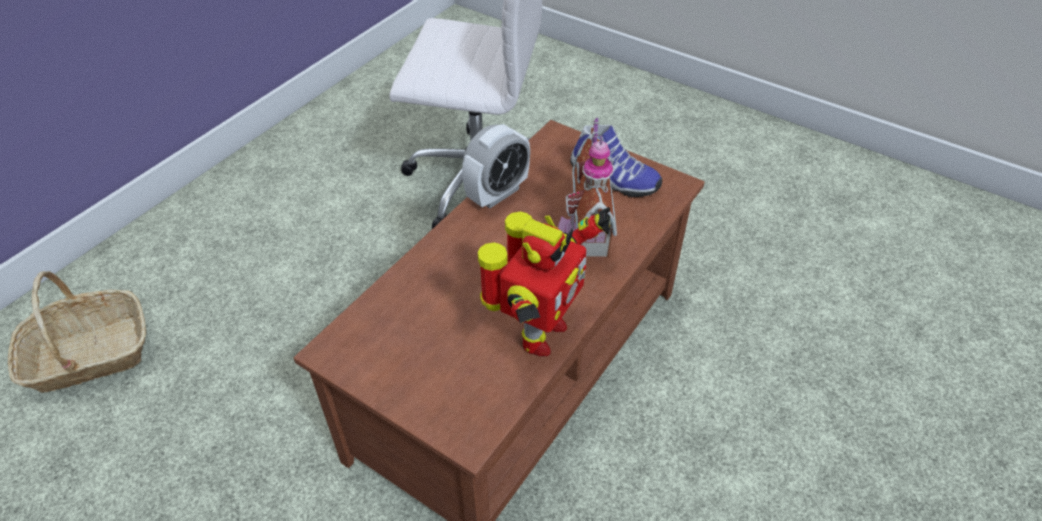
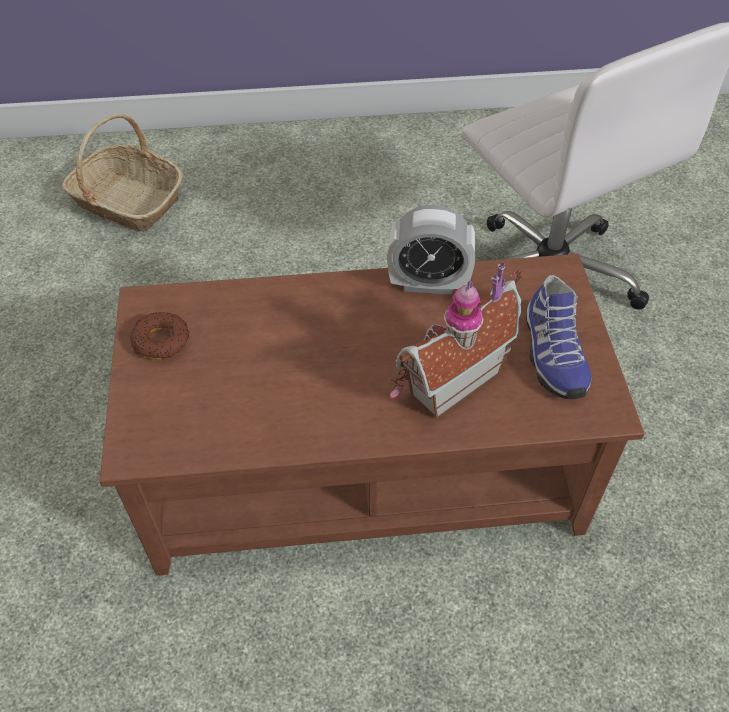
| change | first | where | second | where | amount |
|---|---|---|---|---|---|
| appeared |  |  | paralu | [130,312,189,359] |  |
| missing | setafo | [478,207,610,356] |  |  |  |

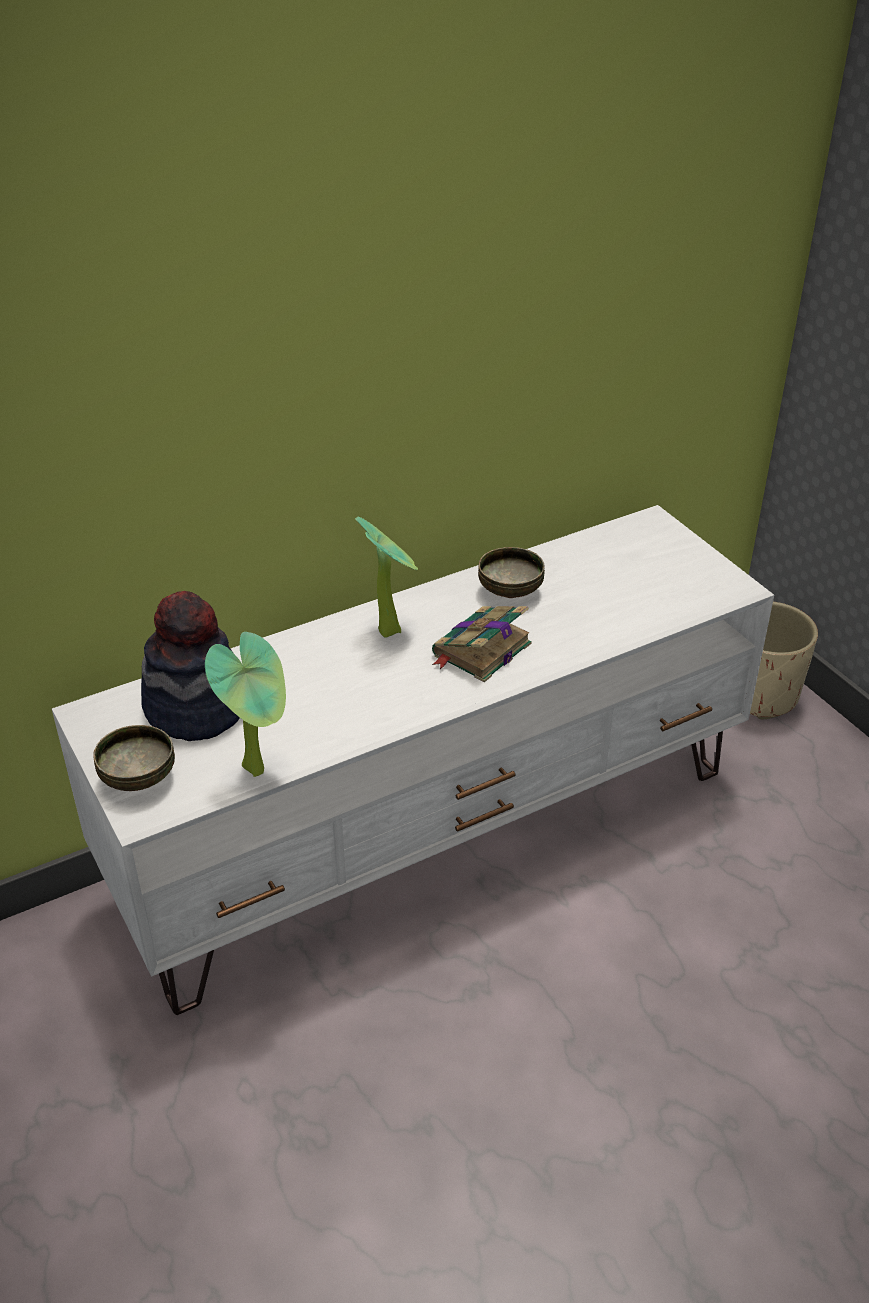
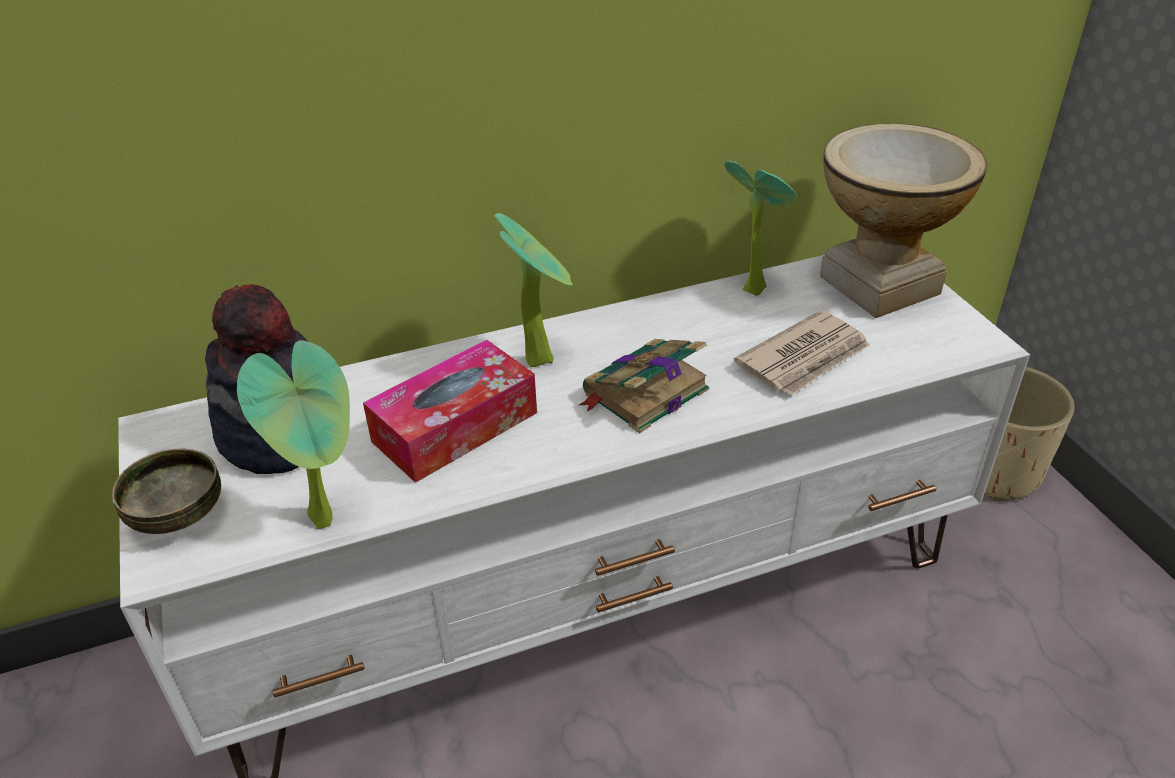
| change | first | where | second | where | amount |
|---|---|---|---|---|---|
| appeared |  |  | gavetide | [363,340,537,483] |  |
| appeared |  |  | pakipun | [725,161,797,296] |  |
| appeared |  |  | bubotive | [734,310,869,396] |  |
| appeared |  |  | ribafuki | [820,123,987,318] |  |
| missing | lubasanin | [478,547,545,598] |  |  |  |

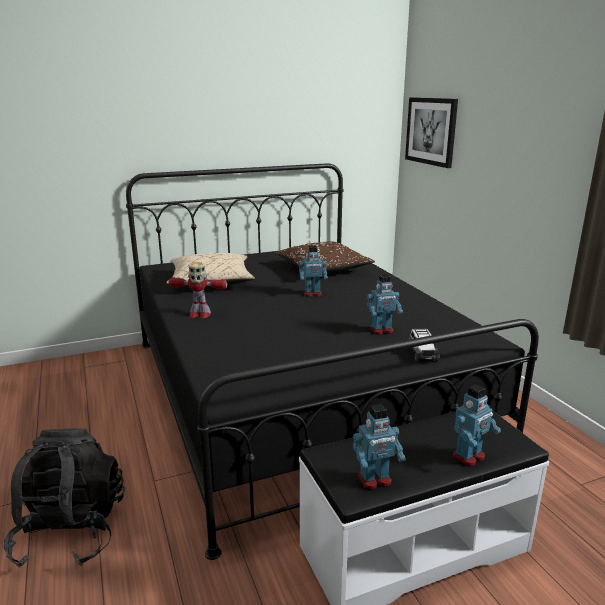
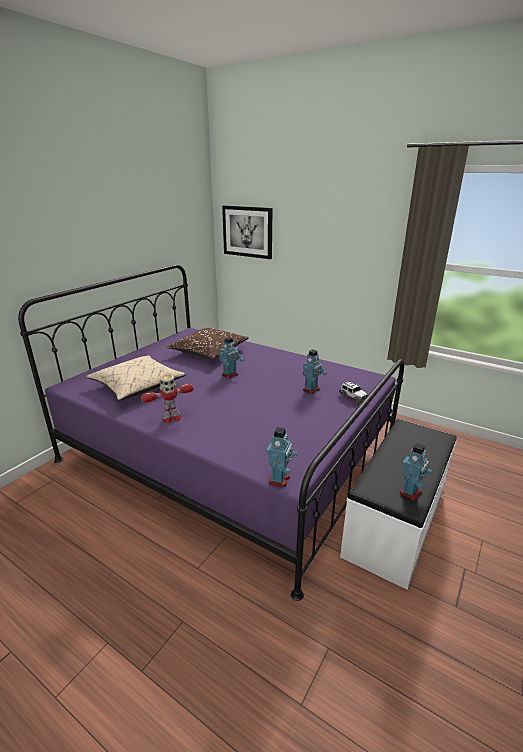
| change | first | where | second | where | amount |
|---|---|---|---|---|---|
| colour | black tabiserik | [126,163,539,560] | purple tabiserik | [18,264,404,601] |  |
| relocated | setafo | [453,384,501,467] |  | [266,427,297,488] |  |
| missing | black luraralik | [4,429,125,567] |  |  |  |

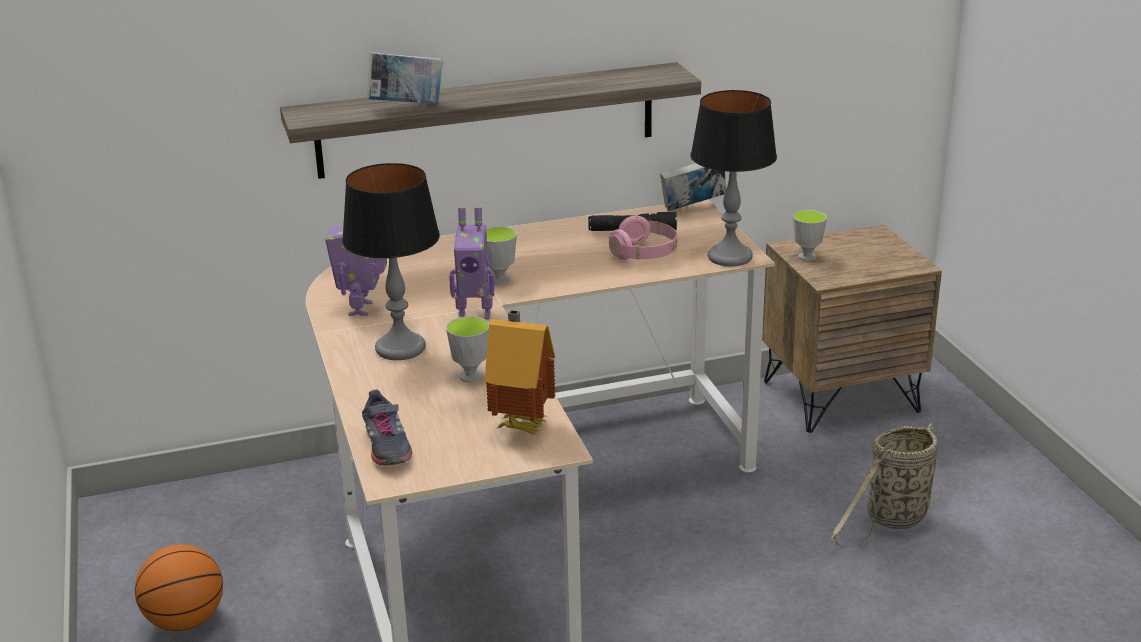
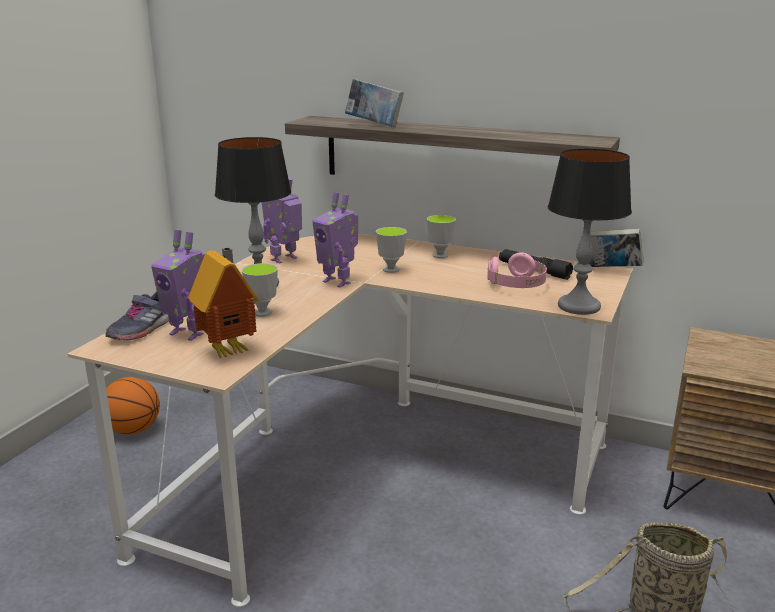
| change | first | where | second | where | amount |
|---|---|---|---|---|---|
| appeared |  |  | setafo | [151,229,205,341] |  |
| relocated | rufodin | [793,210,827,261] |  | [427,215,456,258] |  |

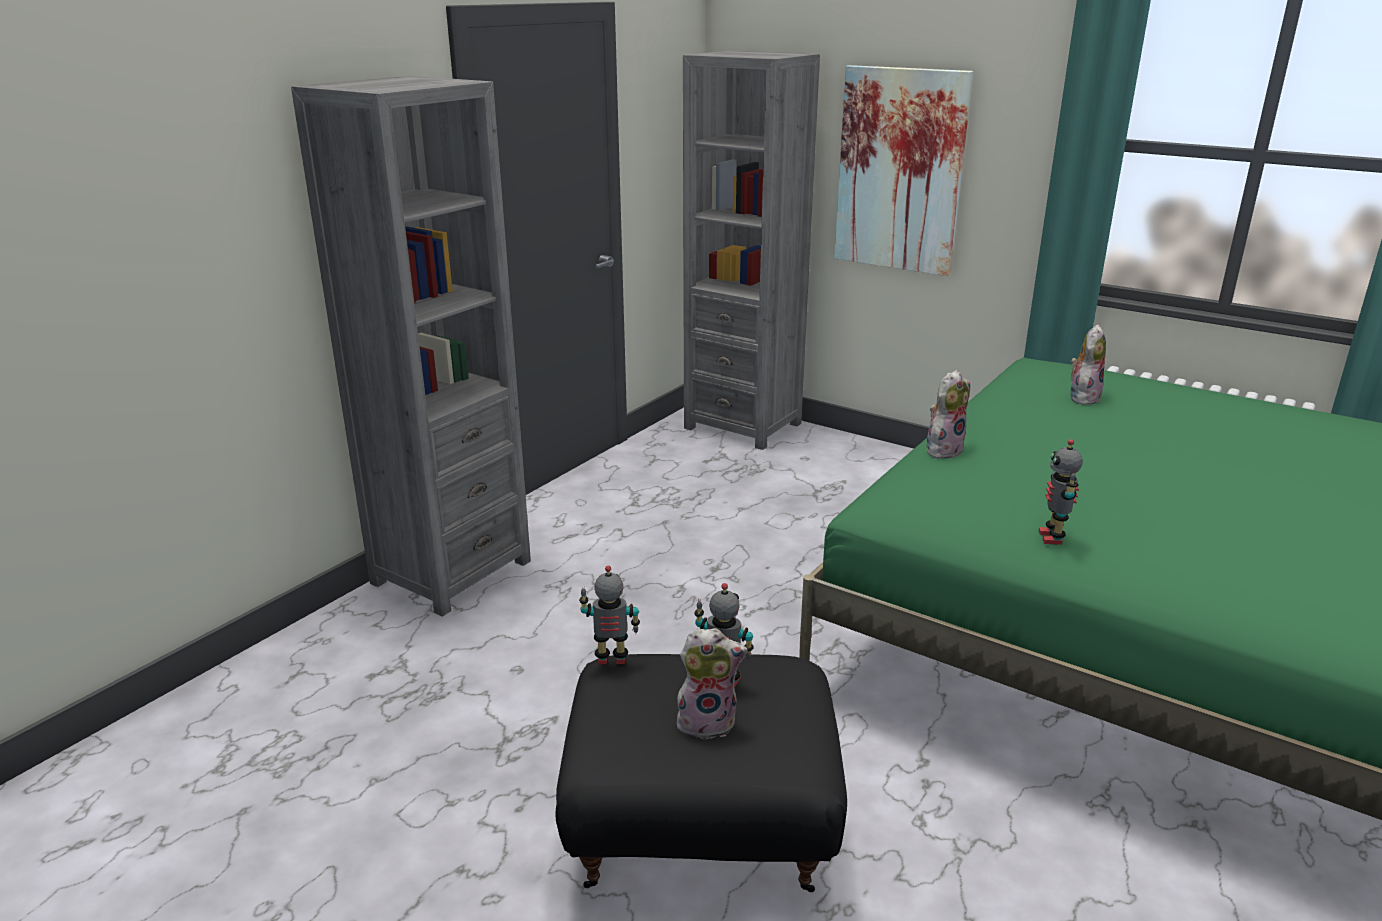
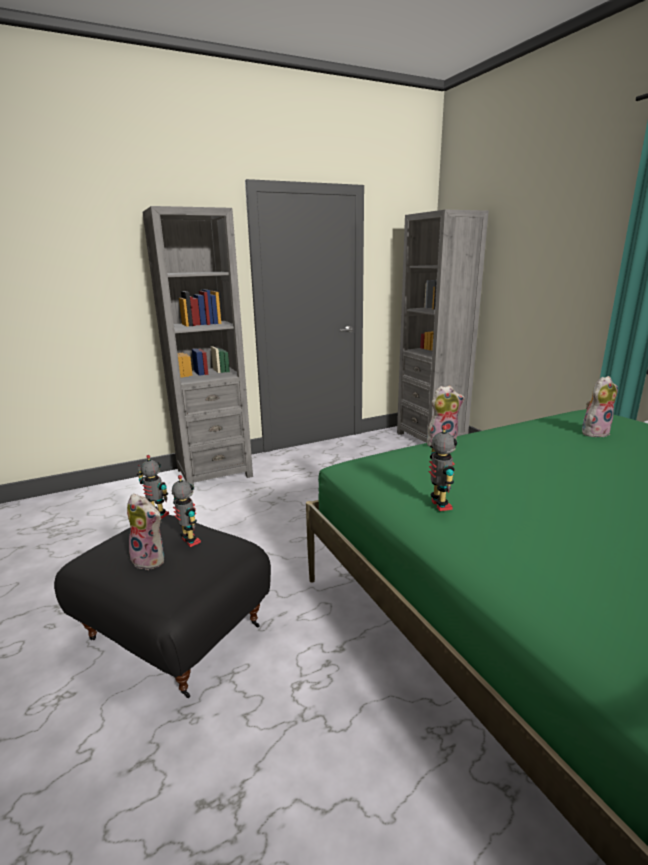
| change | first | where | second | where | amount |
|---|---|---|---|---|---|
| spun | setafo | [1039,439,1083,545] |  | [429,425,457,511] | 135 degrees clockwise |
| missing | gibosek | [834,65,973,276] |  |  |  |

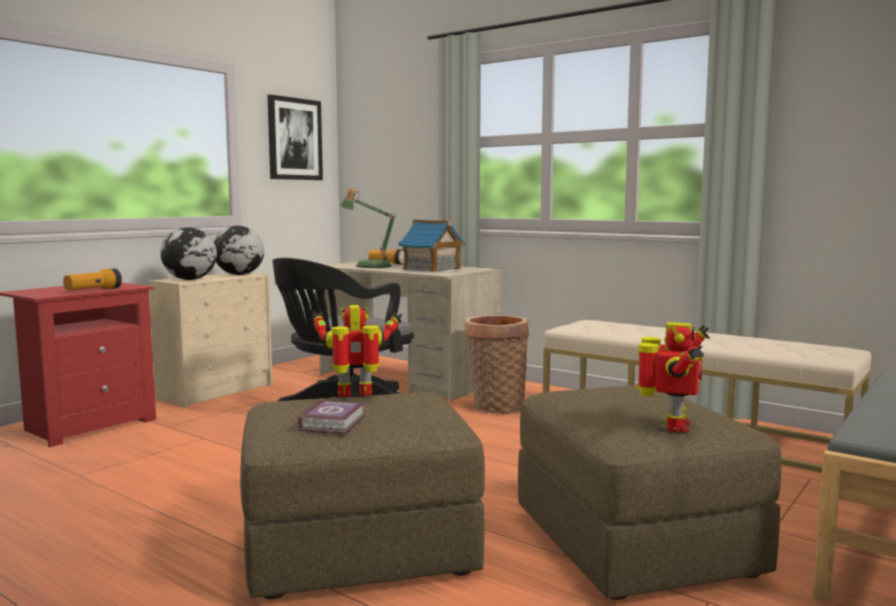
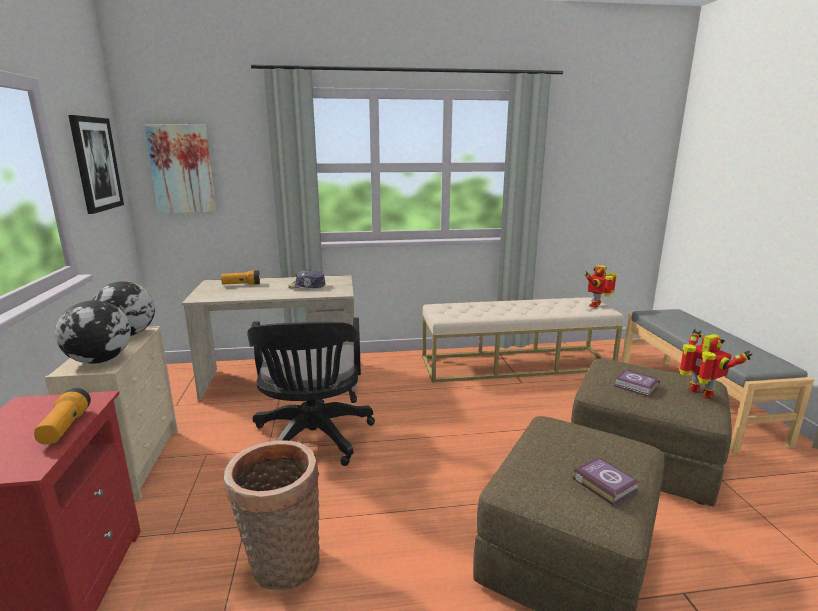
| change | first | where | second | where | amount |
|---|---|---|---|---|---|
| appeared |  |  | gibosek | [145,124,216,213] |  |
| relocated | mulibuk | [465,315,529,414] |  | [224,440,320,591] |  |
| exchanged | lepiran | [398,220,465,272] | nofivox | [288,270,326,288] |  |
| relocated | setafo | [312,305,402,397] |  | [584,265,617,308] |  |
| appeared |  |  | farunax | [614,369,660,397] |  |
| missing | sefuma | [340,188,397,268] |  |  |  |

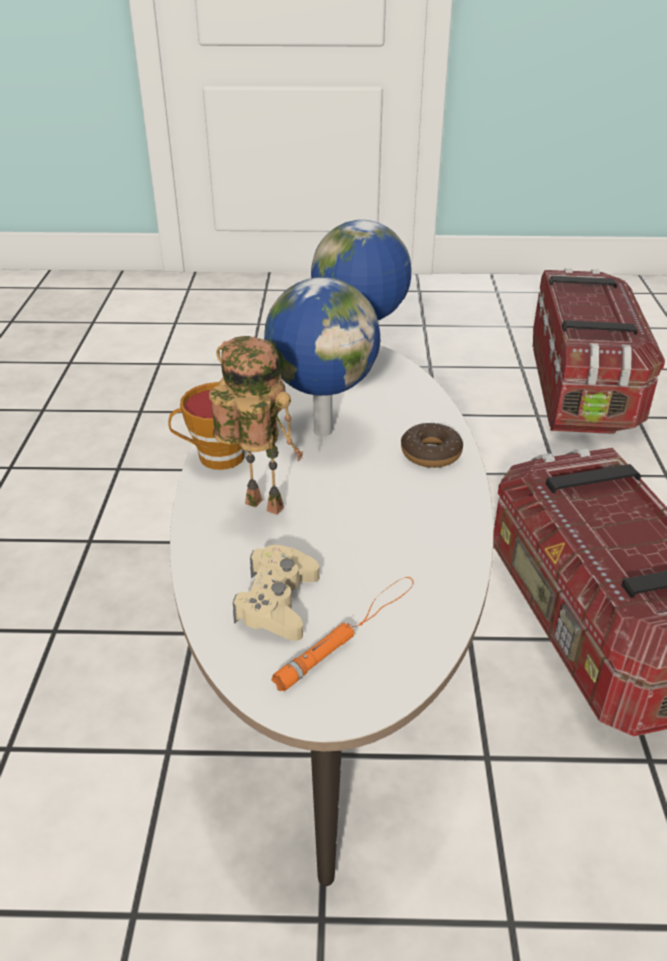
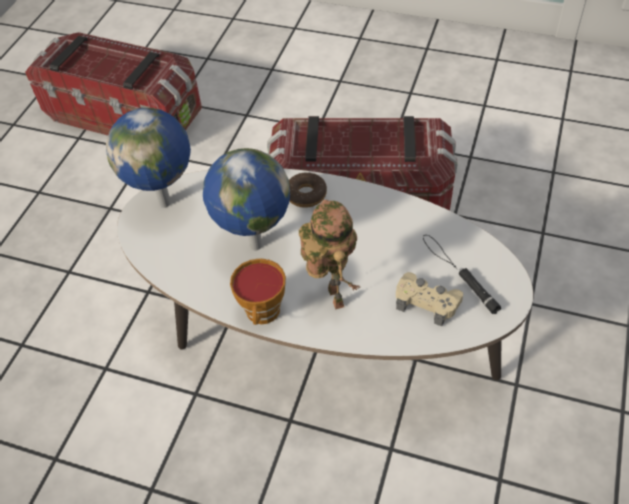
| change | first | where | second | where | amount |
|---|---|---|---|---|---|
| spun | setafo | [209,336,303,515] |  | [299,200,360,310] | 120 degrees clockwise |
| colour | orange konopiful | [271,577,414,691] | black konopiful | [423,235,501,314] |  |

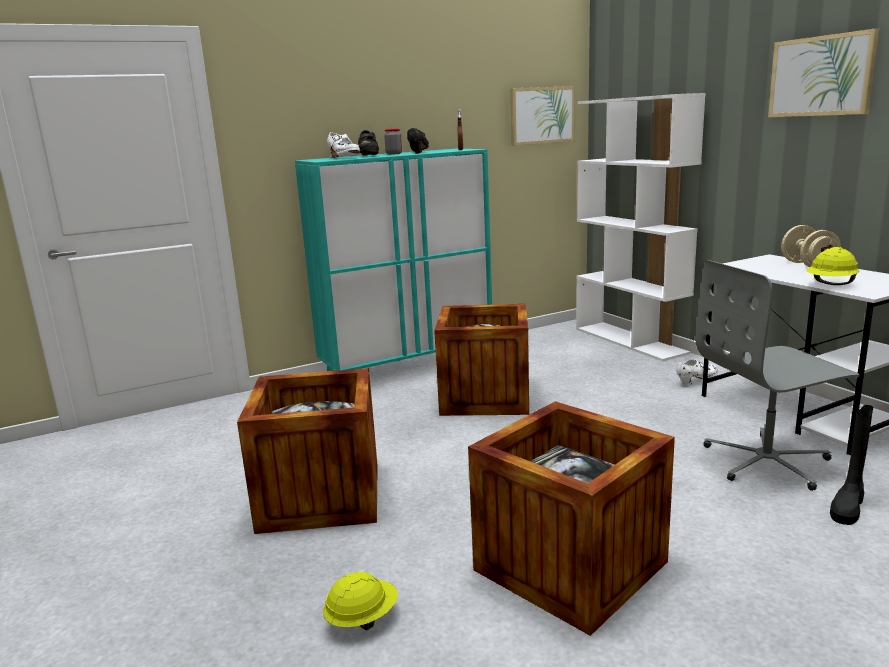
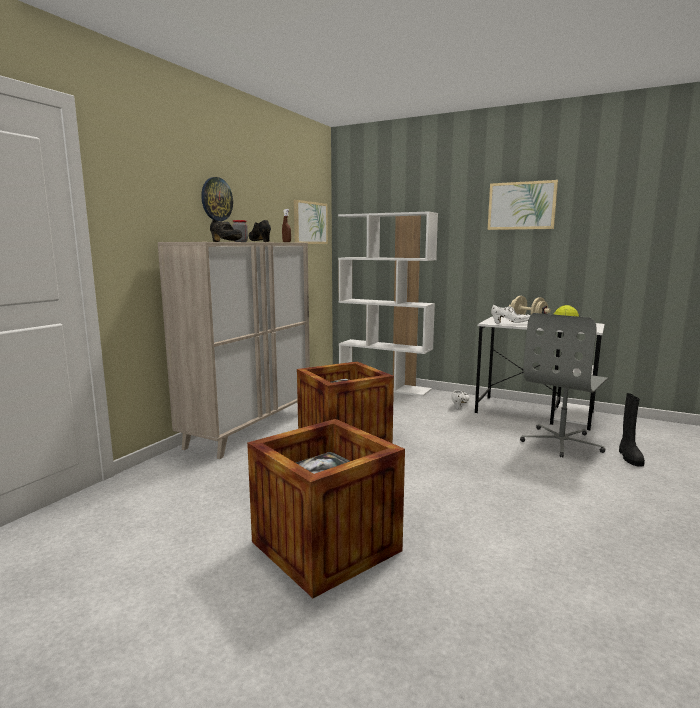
| change | first | where | second | where | amount |
|---|---|---|---|---|---|
| colour | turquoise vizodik | [295,149,492,371] | beige vizodik | [158,242,310,459] |  |
| appeared |  |  | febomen | [201,177,233,221] |  |
| relocated | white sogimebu | [327,132,360,158] |  | [491,305,531,323] |  |
| missing | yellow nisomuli | [323,572,398,630] |  |  |  |
| missing | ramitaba | [468,401,675,636] |  |  |  |

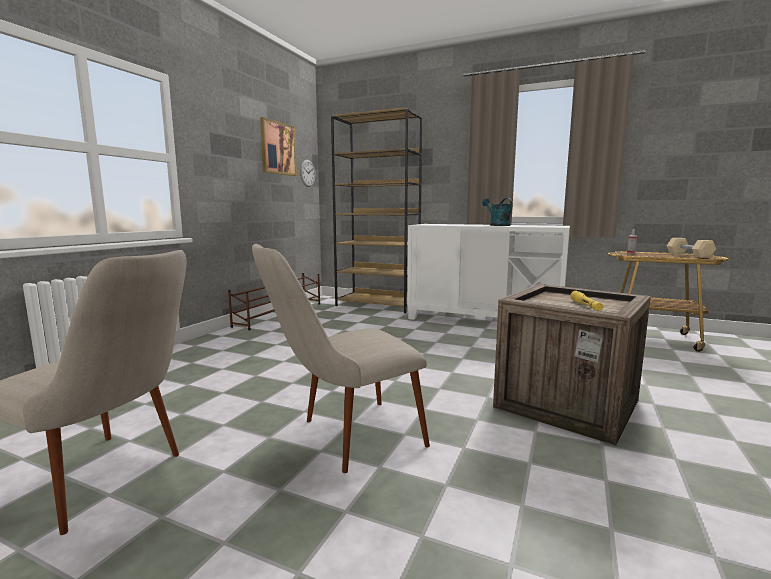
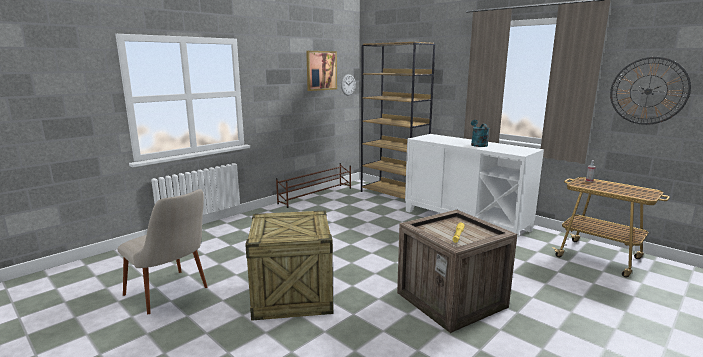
| change | first | where | second | where | amount |
|---|---|---|---|---|---|
| exchanged | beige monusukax | [252,244,430,473] | ramitaba | [245,210,334,321] |  |
| appeared |  |  | febomen | [610,57,691,125] |  |
| missing | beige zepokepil | [667,238,716,258] |  |  |  |

